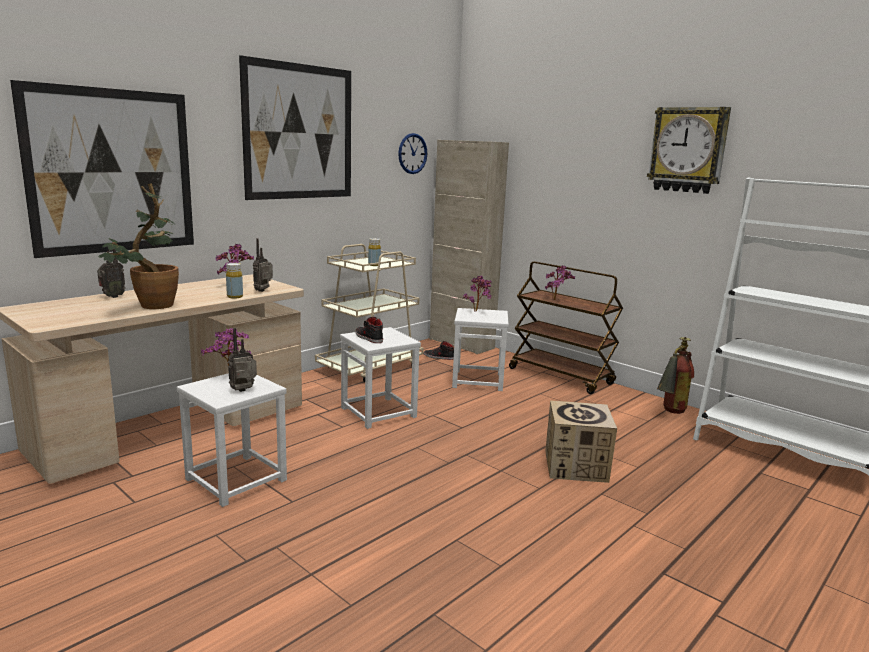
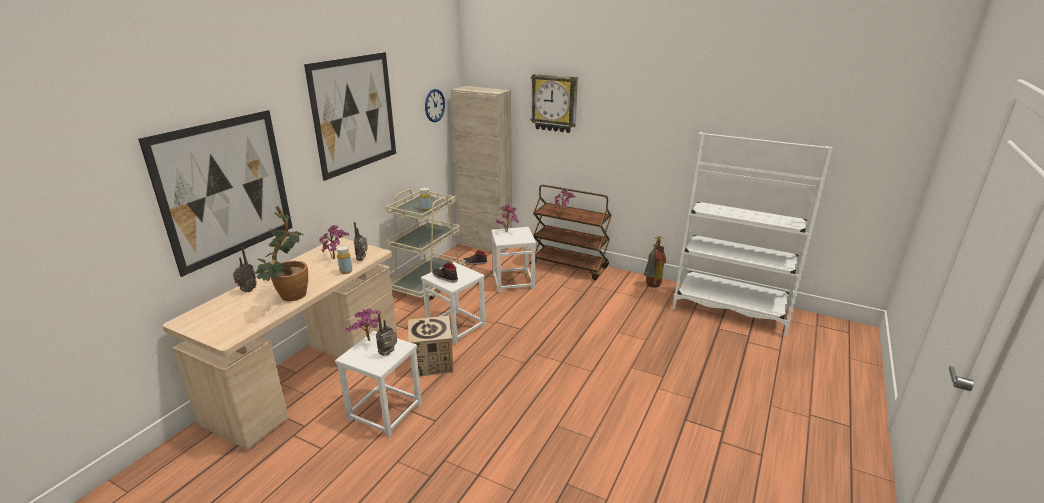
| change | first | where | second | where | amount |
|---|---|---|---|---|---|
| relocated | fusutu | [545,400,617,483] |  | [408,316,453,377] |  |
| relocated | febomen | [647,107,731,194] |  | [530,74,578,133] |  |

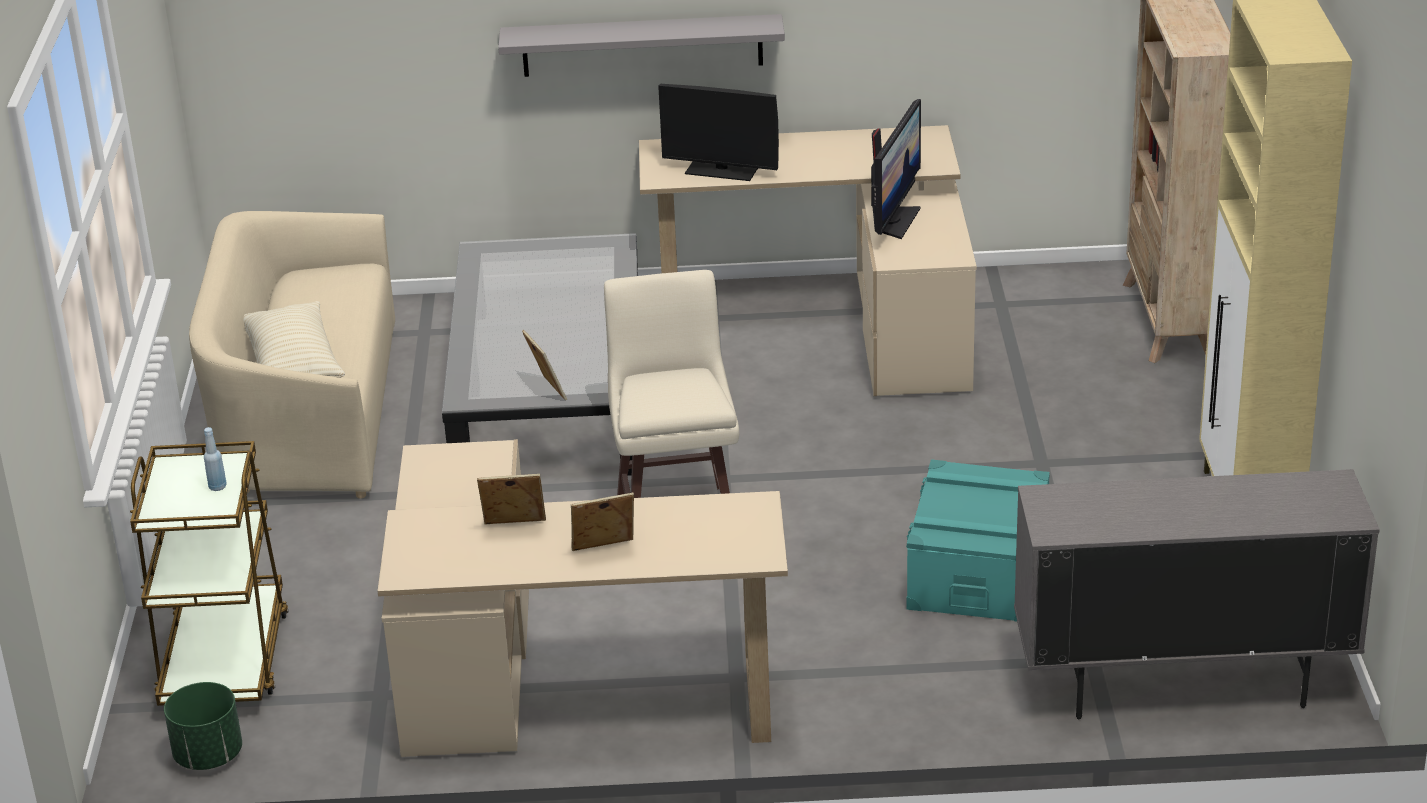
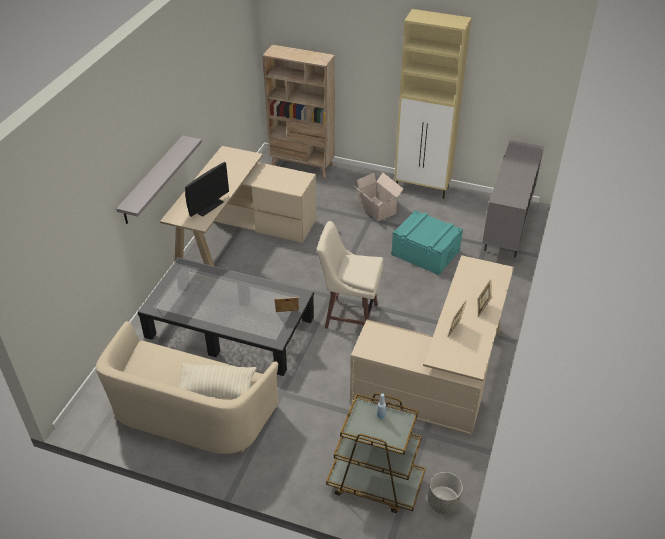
| change | first | where | second | where | amount |
|---|---|---|---|---|---|
| appeared |  |  | fusutu | [354,173,403,221] |  |
| colour | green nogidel | [164,682,242,770] | grey nogidel | [428,472,463,514] |  |
| missing | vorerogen | [871,99,921,239] |  |  |  |

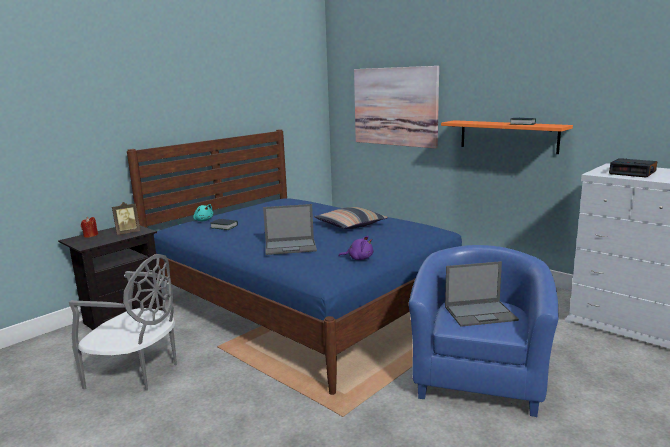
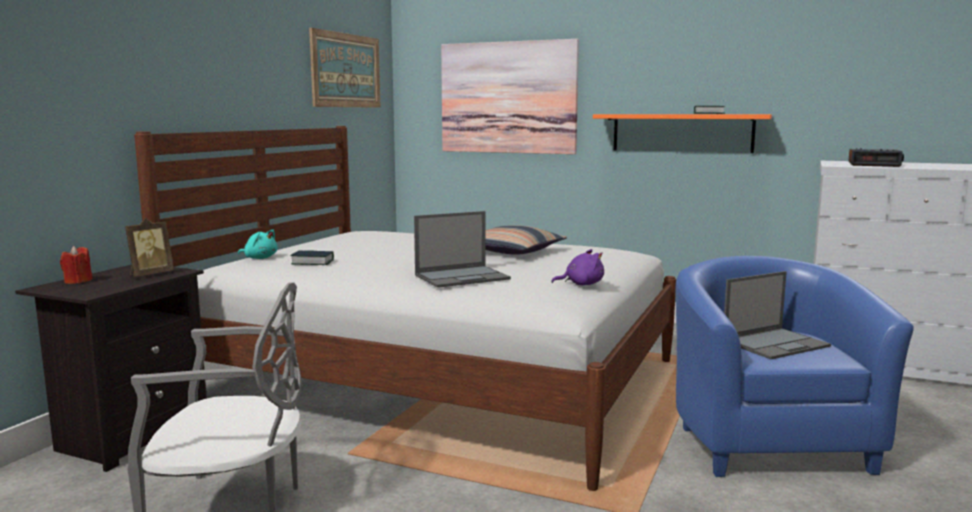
| change | first | where | second | where | amount |
|---|---|---|---|---|---|
| colour | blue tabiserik | [127,129,462,395] | white tabiserik | [134,126,676,491] |  |
| appeared |  |  | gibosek | [309,28,381,108] |  |

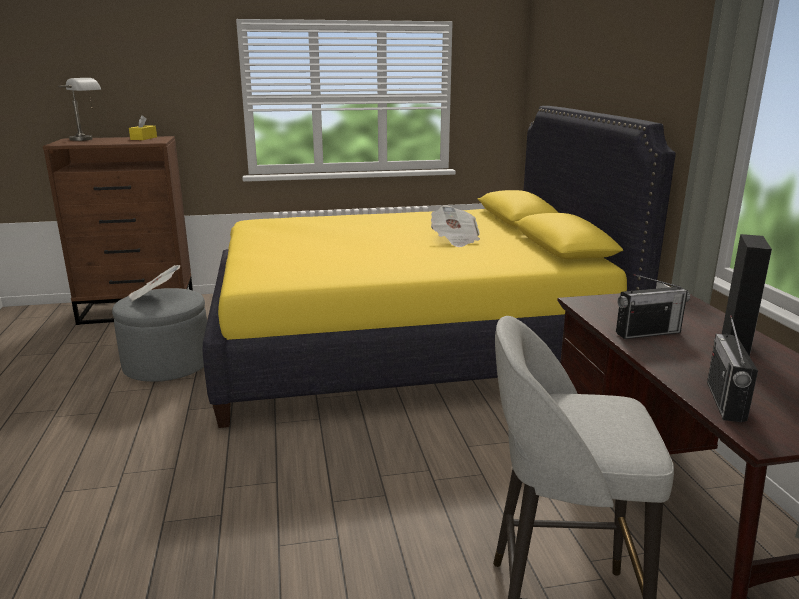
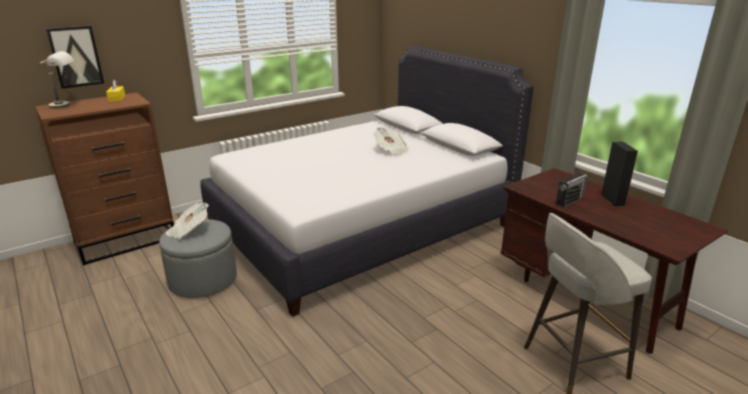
| change | first | where | second | where | amount |
|---|---|---|---|---|---|
| appeared |  |  | gibosek | [46,25,104,89] |  |
| colour | yellow tabiserik | [203,106,676,428] | white tabiserik | [200,46,534,317] |  |
| missing | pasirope | [707,315,758,422] |  |  |  |

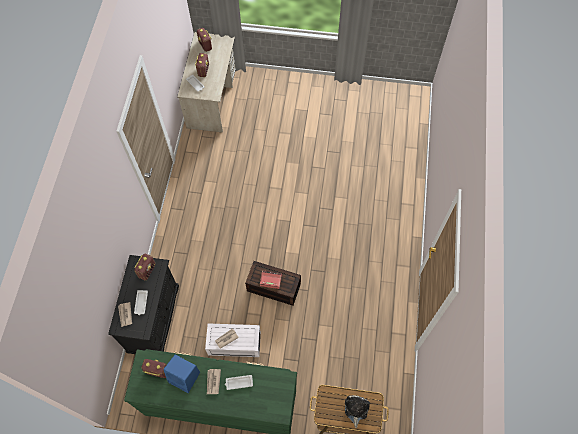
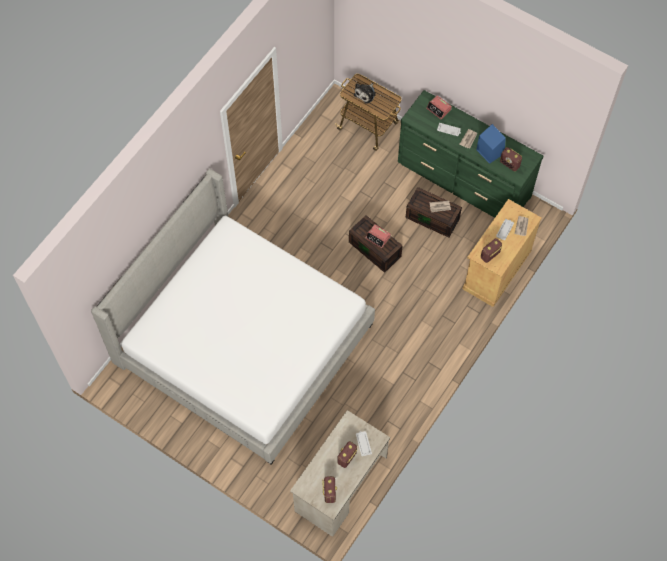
| change | first | where | second | where | amount |
|---|---|---|---|---|---|
| appeared |  |  | tabiserik | [91,169,375,465] |  |
| colour | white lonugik | [205,323,261,357] | brown lonugik | [405,187,462,238] |  |
| appeared |  |  | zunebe | [426,95,452,119] |  |
| colour | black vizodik | [108,255,179,354] | beige vizodik | [463,199,542,307] |  |

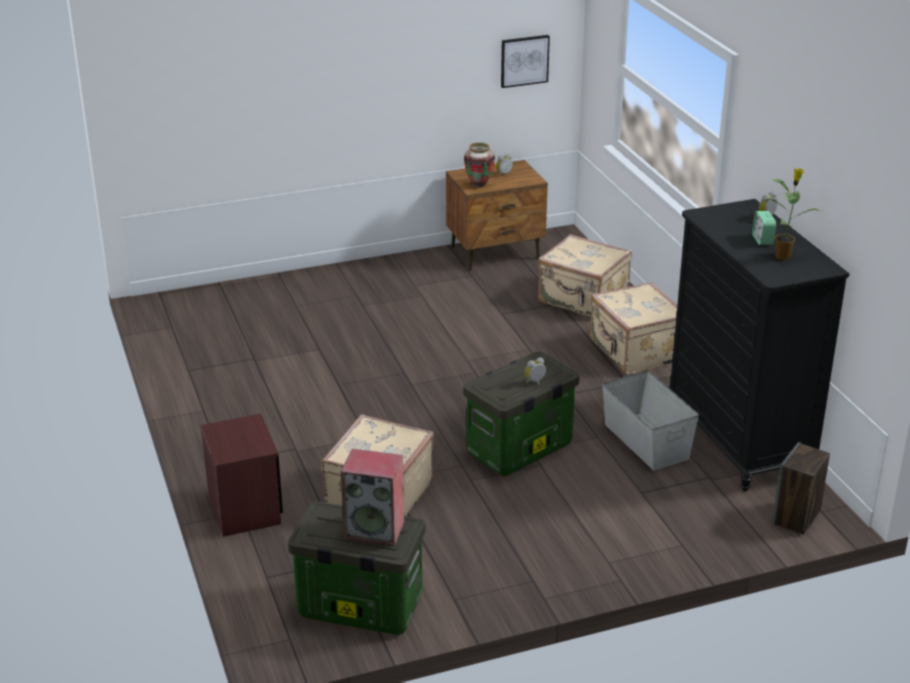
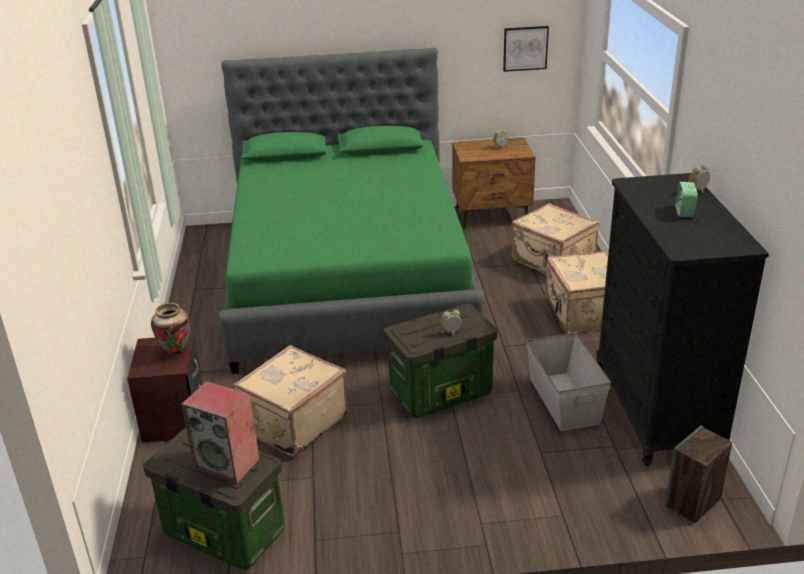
| change | first | where | second | where | amount |
|---|---|---|---|---|---|
| relocated | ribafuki | [464,142,495,188] |  | [151,303,190,356] |  |
| appeared |  |  | green tabiserik | [219,48,484,374] |  |
| missing | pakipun | [766,168,822,260] |  |  |  |

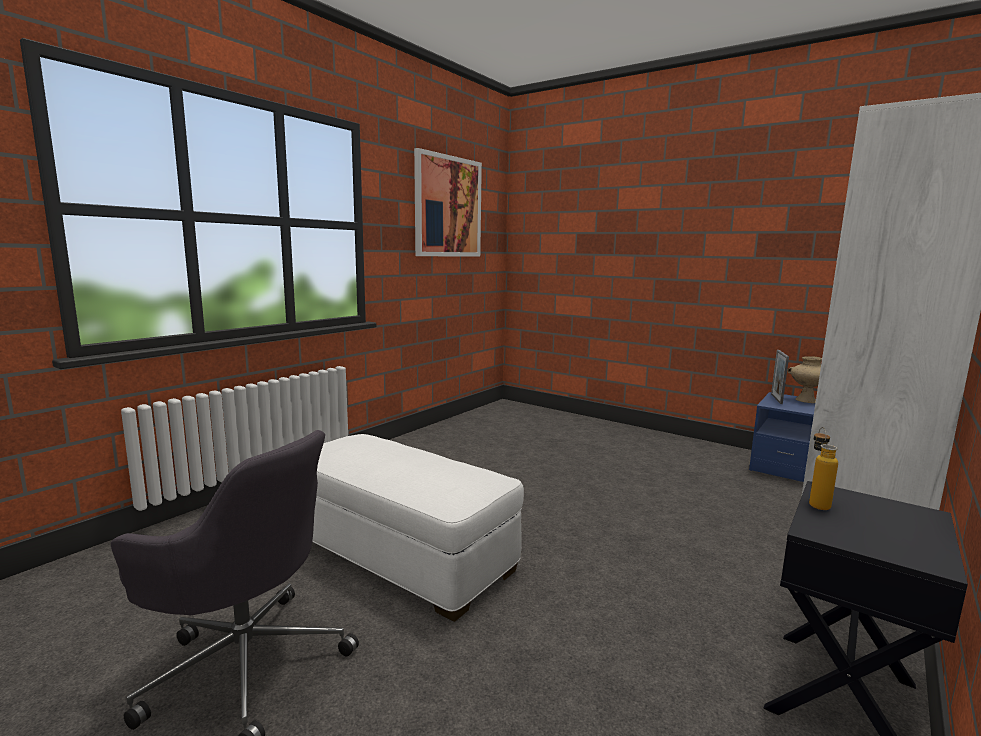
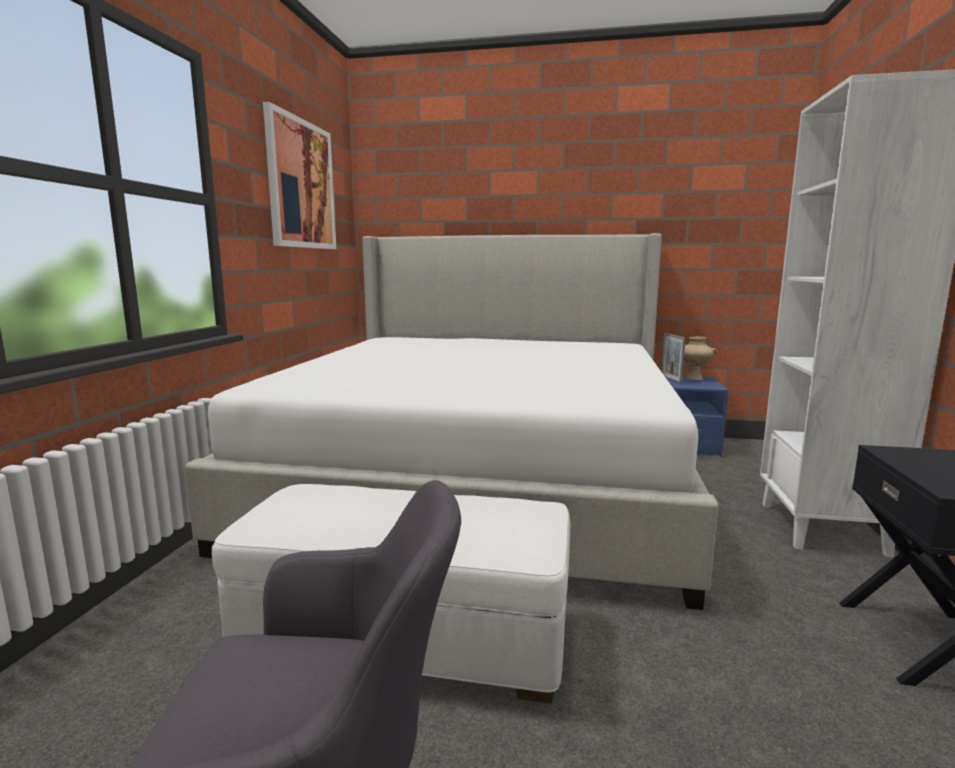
| change | first | where | second | where | amount |
|---|---|---|---|---|---|
| appeared |  |  | tabiserik | [185,233,718,610] |  |
| missing | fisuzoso | [809,427,838,510] |  |  |  |

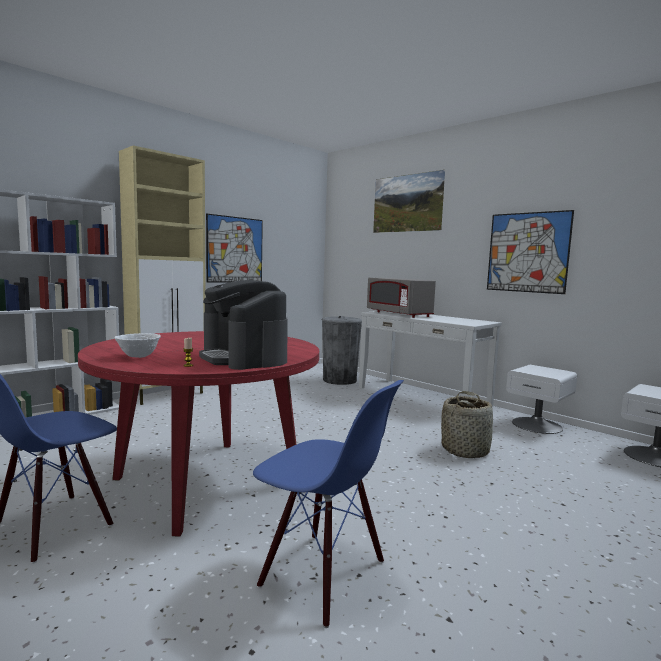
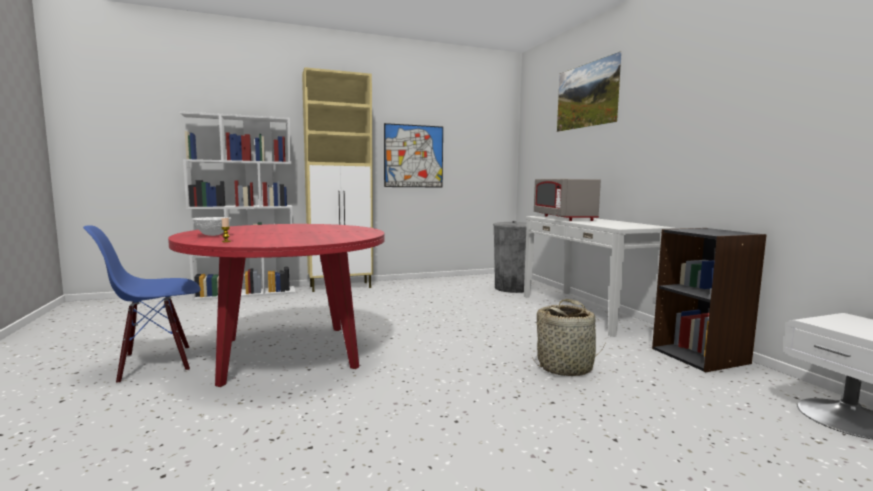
| change | first | where | second | where | amount |
|---|---|---|---|---|---|
| exchanged | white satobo | [506,365,577,434] | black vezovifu | [652,228,767,372] |  |
| missing | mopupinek | [199,280,288,370] |  |  |  |
| missing | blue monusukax | [253,380,404,628] |  |  |  |
| missing | gibosek | [487,210,574,294] |  |  |  |

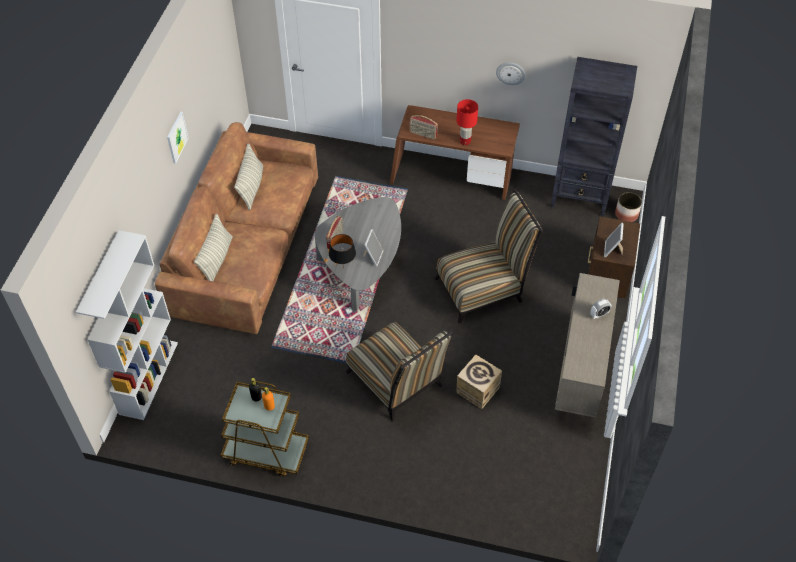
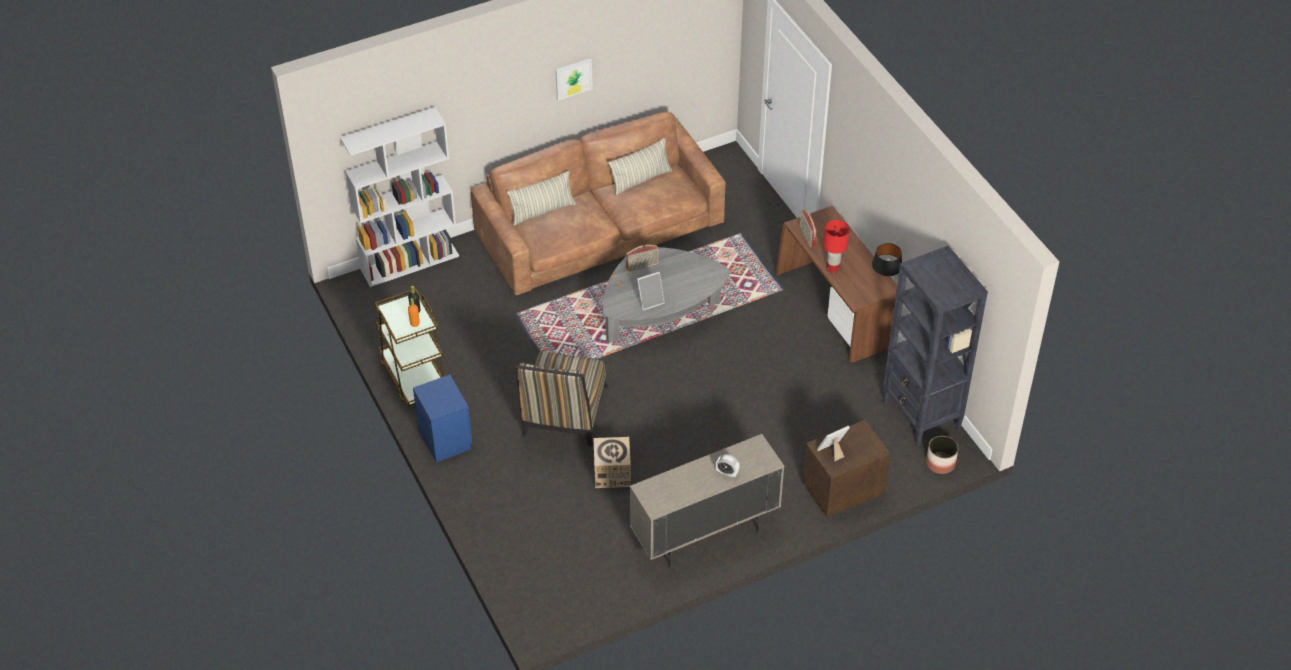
| change | first | where | second | where | amount |
|---|---|---|---|---|---|
| appeared |  |  | blue satobo | [413,374,472,462] |  |
| relocated | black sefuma | [329,234,356,269] |  | [872,243,902,285] |  |
| missing | monusukax | [434,189,543,323] |  |  |  |
| missing | febomen | [496,63,525,85] |  |  |  |

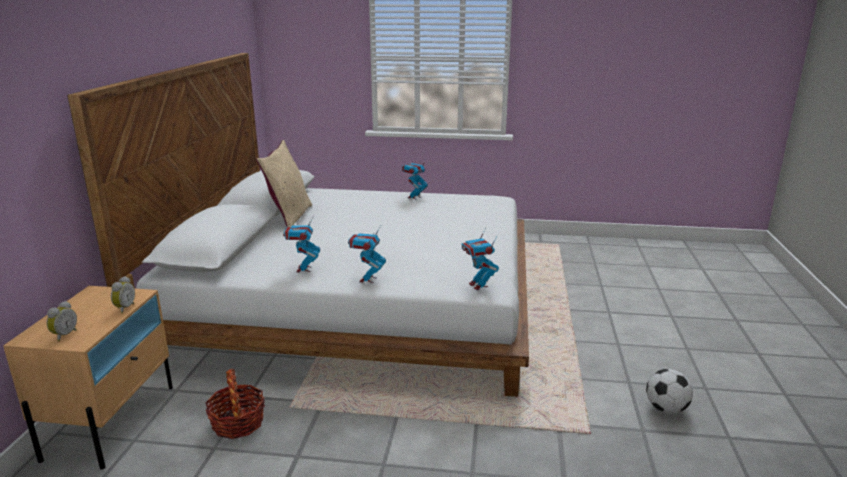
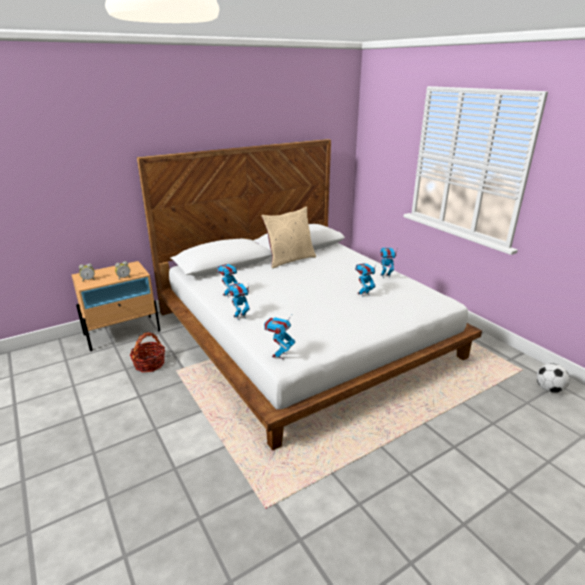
| change | first | where | second | where | amount |
|---|---|---|---|---|---|
| appeared |  |  | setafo | [355,263,376,297] |  |
| relocated | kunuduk | [646,369,693,414] |  | [537,363,570,393] |  |

